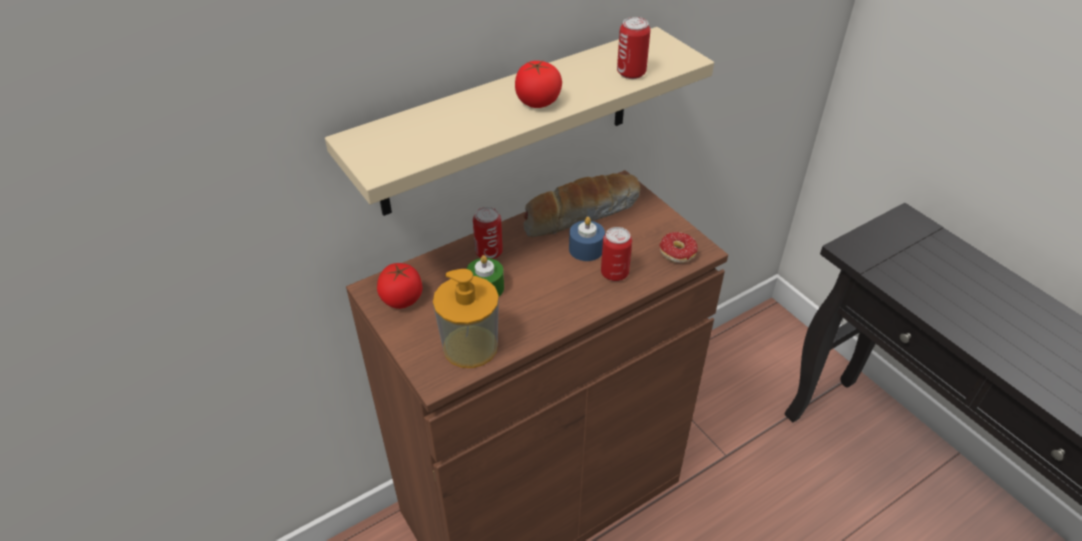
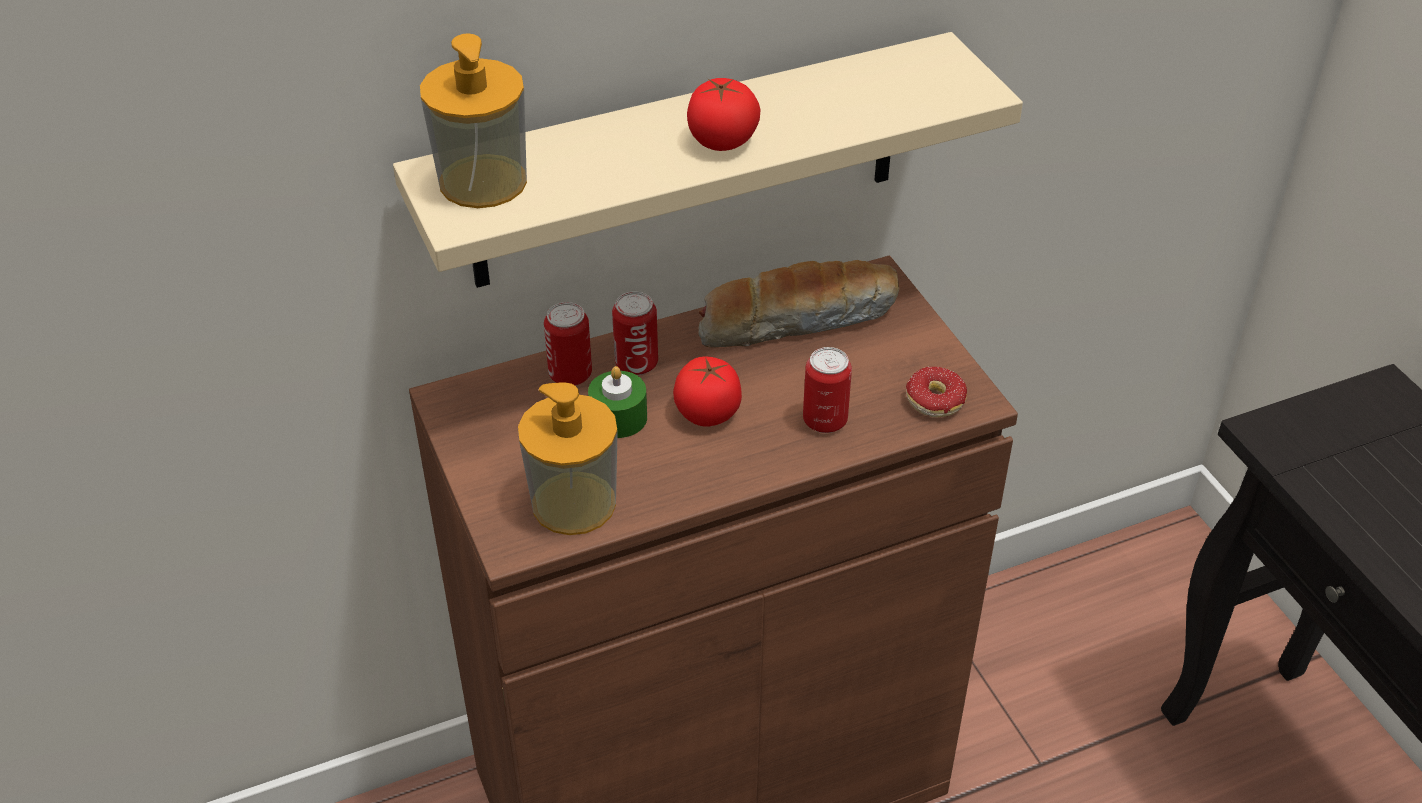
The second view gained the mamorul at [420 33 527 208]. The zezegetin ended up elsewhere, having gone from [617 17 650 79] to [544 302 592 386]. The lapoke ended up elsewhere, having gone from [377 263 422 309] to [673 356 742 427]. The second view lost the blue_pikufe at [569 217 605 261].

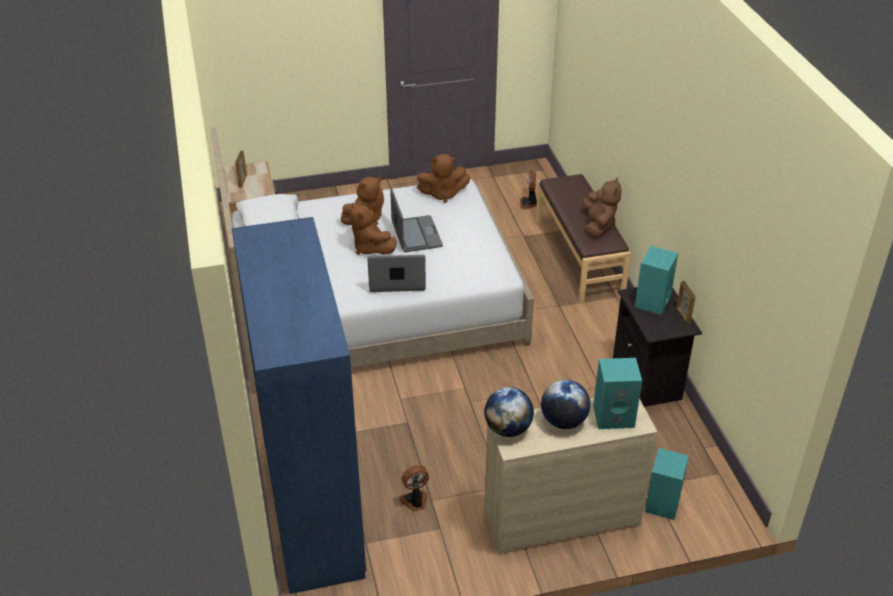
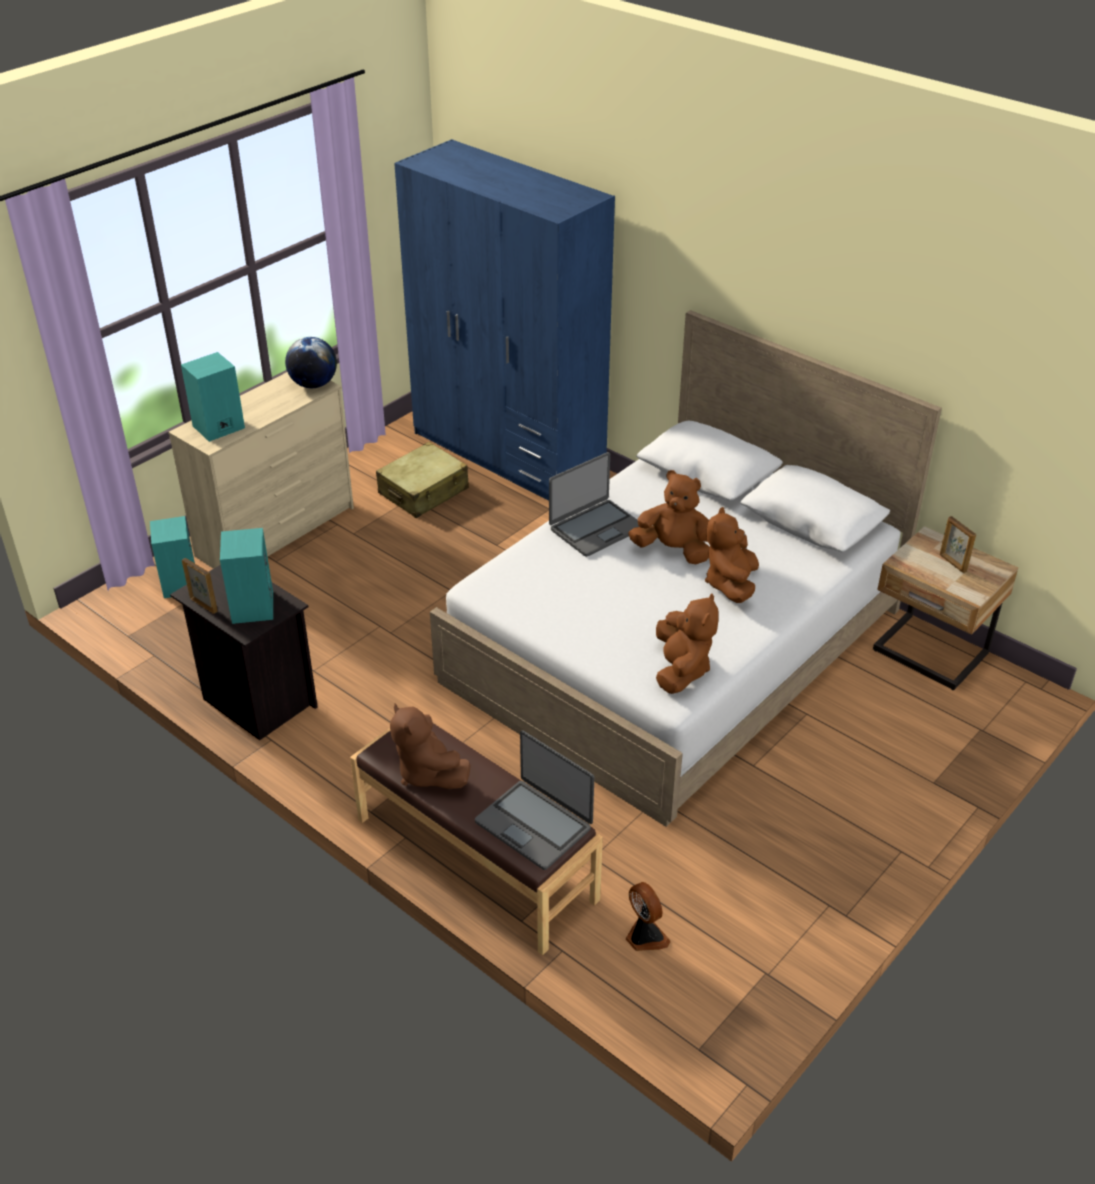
Where the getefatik stood at [399 465 429 511], the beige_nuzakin came to stand at [376 442 469 518]. The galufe ended up elsewhere, having gone from [390 188 443 252] to [475 730 594 870]. The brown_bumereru at [417 154 470 203] ended up facing another way, 135 degrees clockwise from before. The second view lost the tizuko at [541 380 590 429].

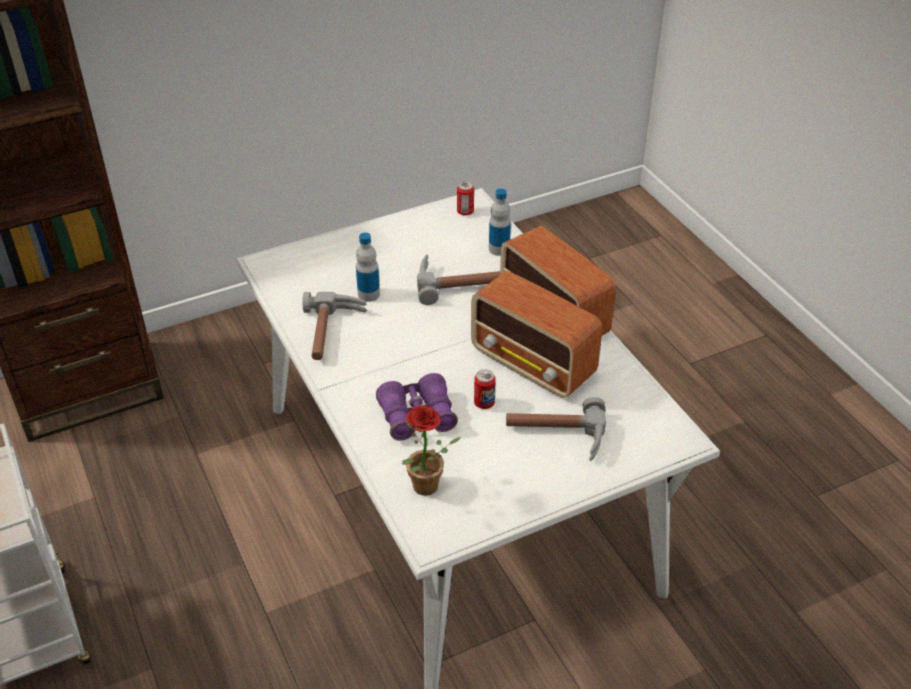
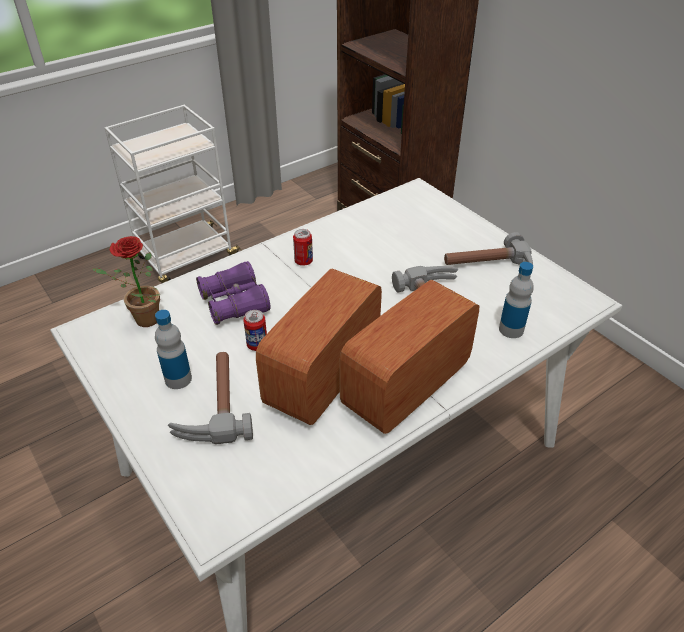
The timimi ended up elsewhere, having gone from [356 233 380 302] to [155 310 192 389]. The zezegetin ended up elsewhere, having gone from [457 181 474 216] to [293 229 313 266]. The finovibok ended up elsewhere, having gone from [302 292 367 360] to [444 232 533 276].

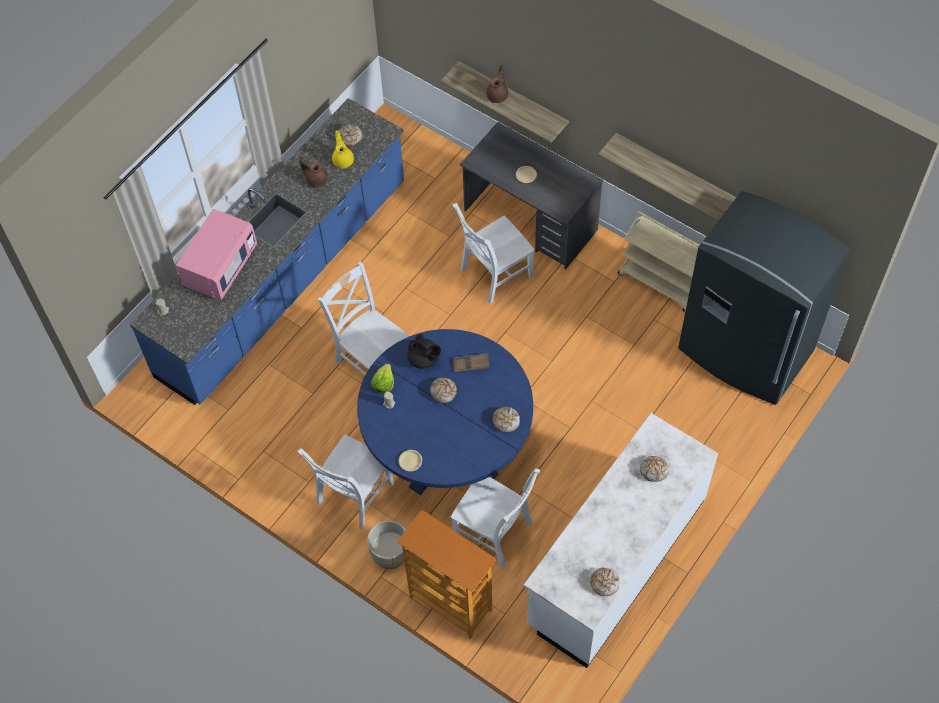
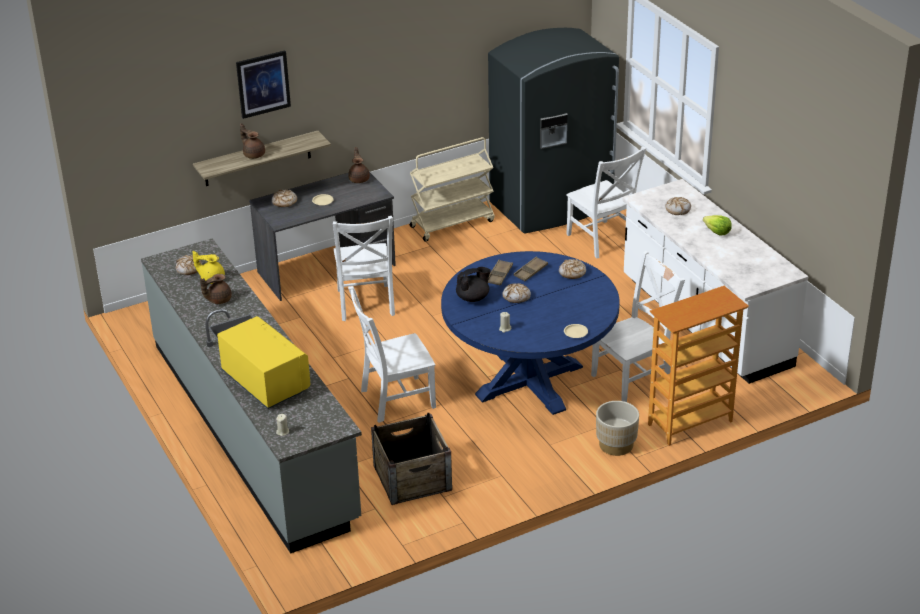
What was the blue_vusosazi at [130 98 404 405] turned into the grey_vusosazi at [141 238 362 554]. What was the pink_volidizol at [176 209 257 300] turned into the yellow_volidizol at [217 316 311 409]. The second view gained the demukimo at [236 50 291 119]. The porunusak ended up elsewhere, having gone from [590 568 619 596] to [272 190 297 207]. The second view gained the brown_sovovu at [348 147 370 183]. The second view gained the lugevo at [371 413 452 505]. The second view gained the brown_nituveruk at [513 257 548 281]. The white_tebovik ended up elsewhere, having gone from [297 434 394 529] to [566 147 647 258]. The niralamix ended up elsewhere, having gone from [371 363 394 393] to [703 215 732 236]. The second view lost the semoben at [598 133 737 221].

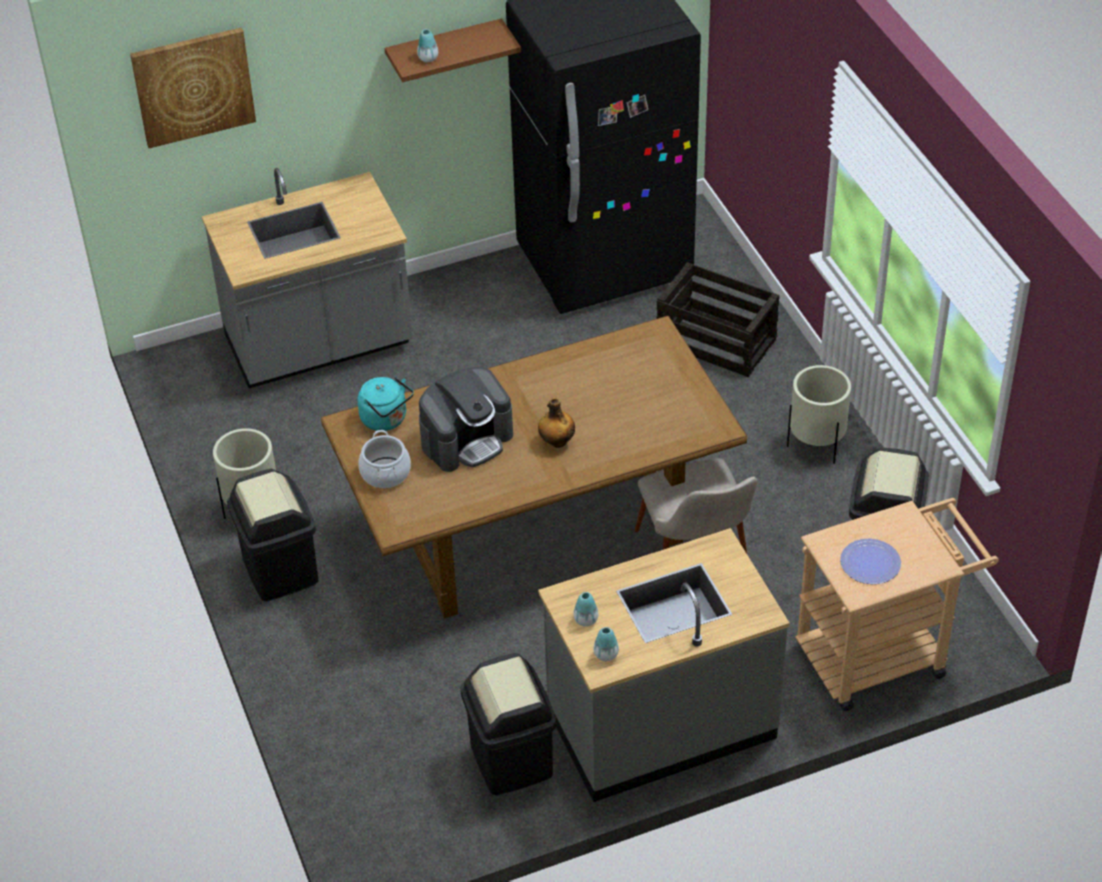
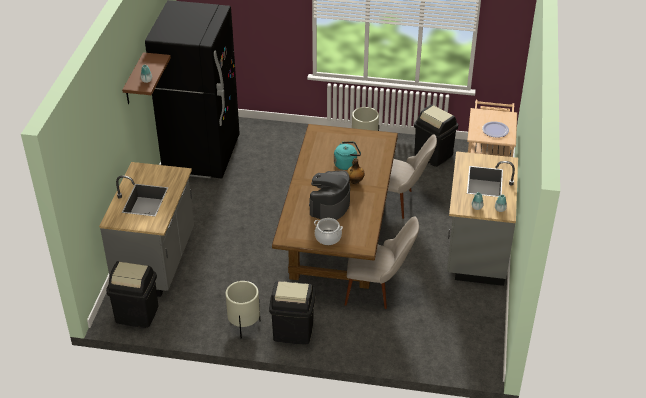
The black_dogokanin ended up elsewhere, having gone from [460 653 556 795] to [106 261 158 328]. The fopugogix at [419 367 513 472] ended up facing another way, 150 degrees counterclockwise from before. The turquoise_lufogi ended up elsewhere, having gone from [358 377 414 431] to [334 142 361 170]. The second view gained the beige_tebovik at [345 216 419 309]. The second view lost the demukimo at [130 28 256 148]. The second view lost the lugevo at [657 262 780 377].

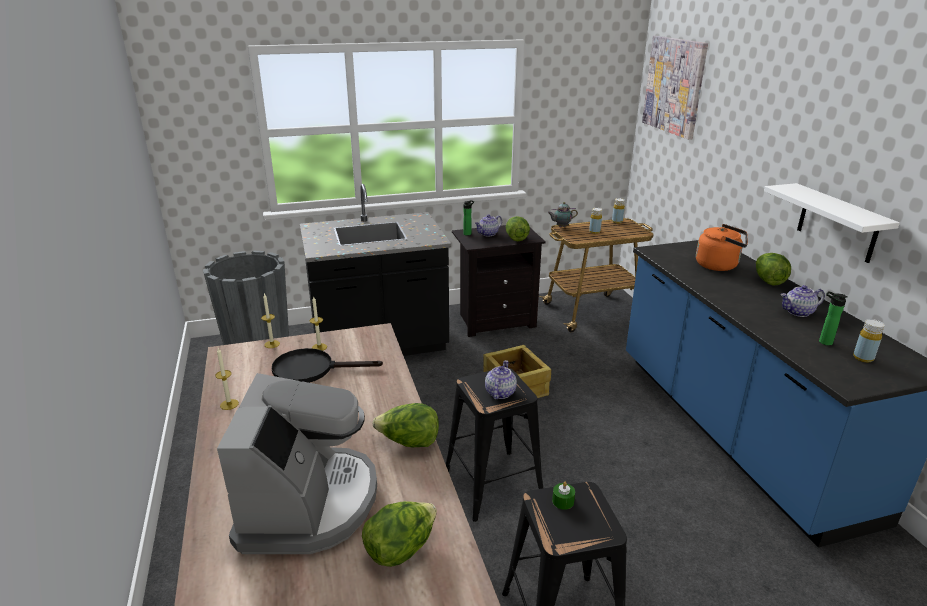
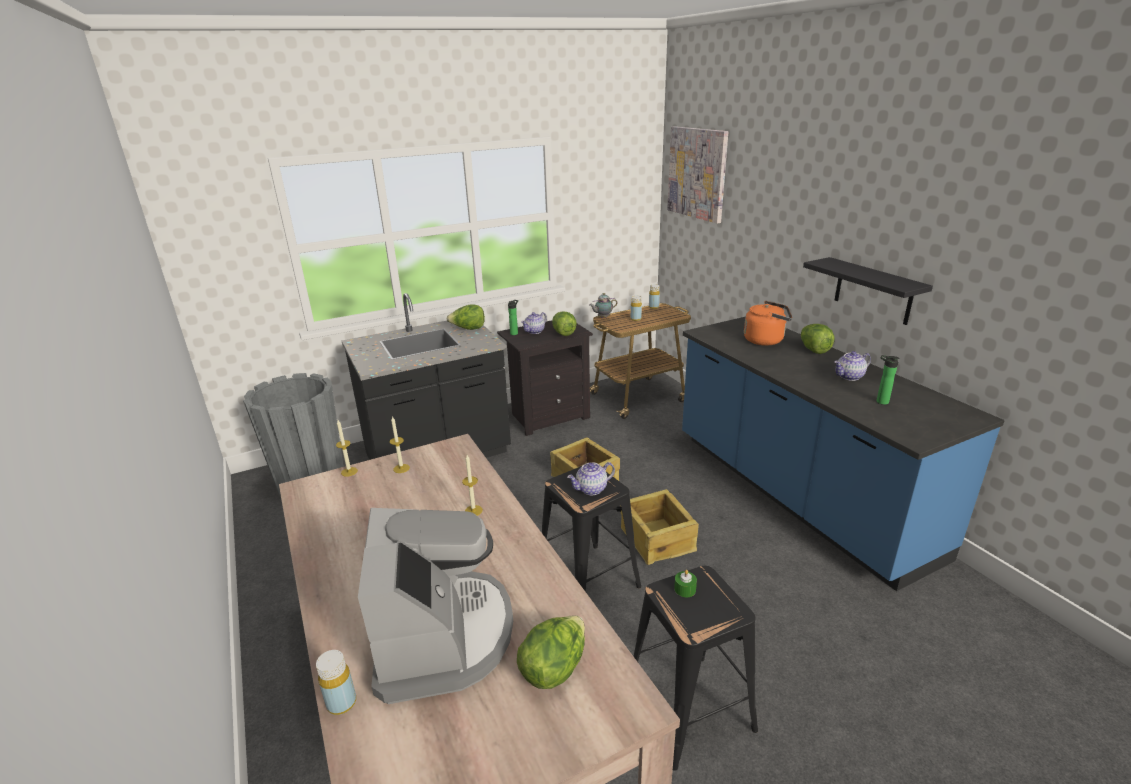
The yellow_timimi ended up elsewhere, having gone from [853 319 885 363] to [316 650 356 715]. The niralamix ended up elsewhere, having gone from [373 403 439 447] to [447 304 485 330]. The pikufe ended up elsewhere, having gone from [215 348 239 410] to [462 455 483 516]. The sovovu at [485 360 517 399] ended up facing another way, 120 degrees counterclockwise from before. The second view gained the lugevo at [620 489 699 565]. What was the white_semoben at [764 183 900 263] turned into the black_semoben at [803 257 933 325]. The second view lost the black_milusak at [272 348 383 383].

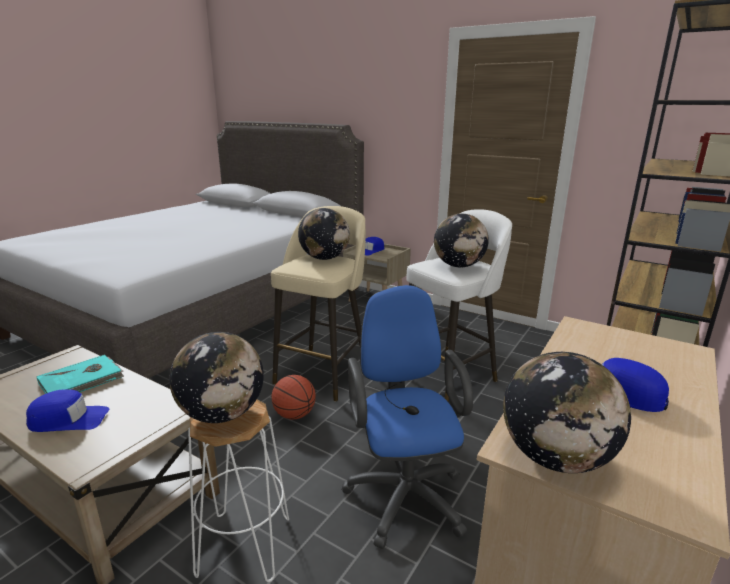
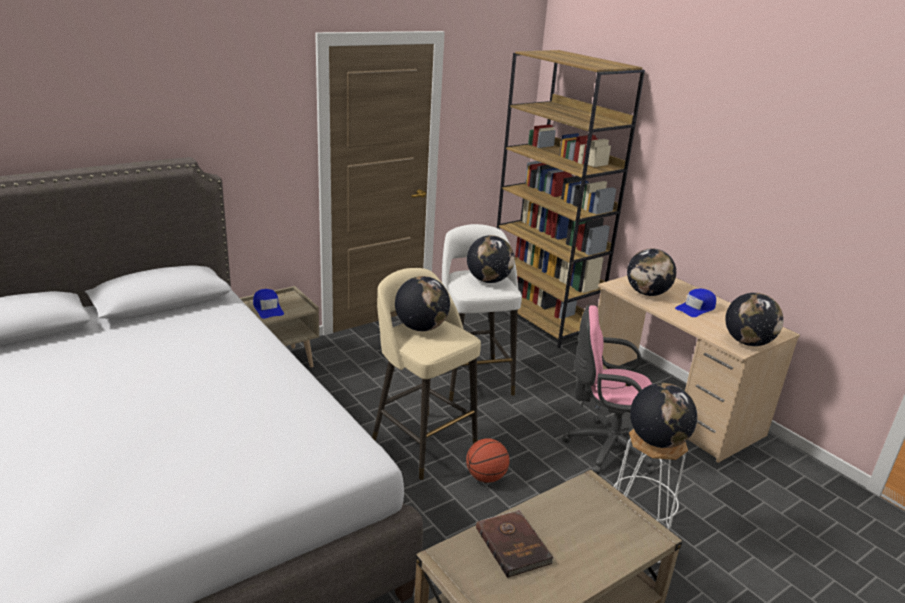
What was the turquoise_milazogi at [36 355 124 394] turned into the brown_milazogi at [476 509 553 578]. What was the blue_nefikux at [342 285 473 549] turned into the pink_nefikux at [563 305 656 475]. The second view gained the tizuko at [627 248 676 296]. The second view lost the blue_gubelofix at [26 389 109 432].

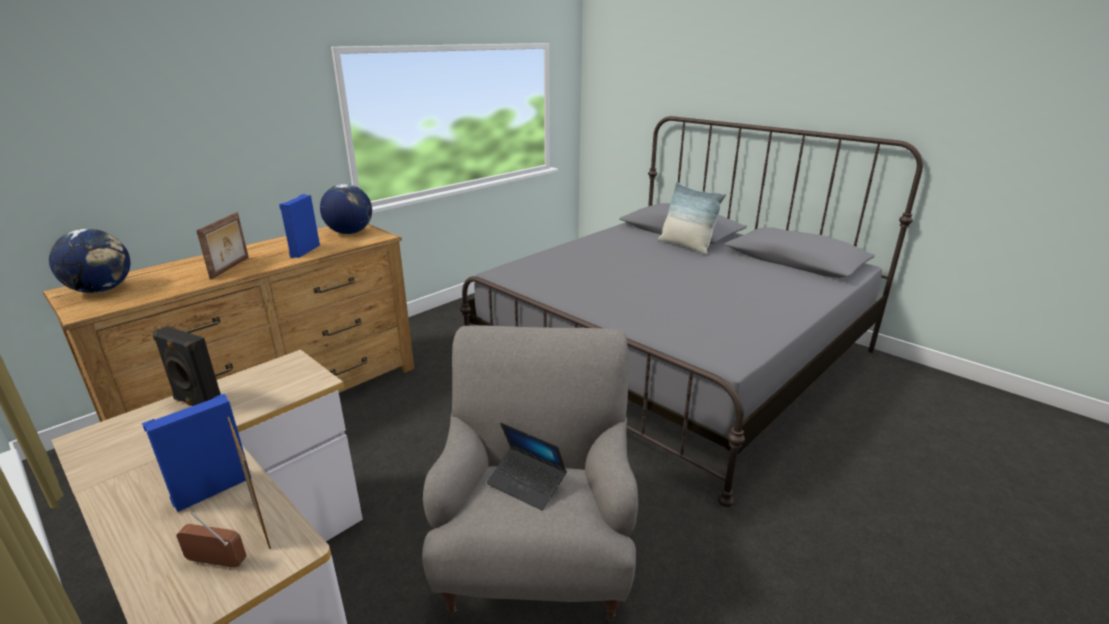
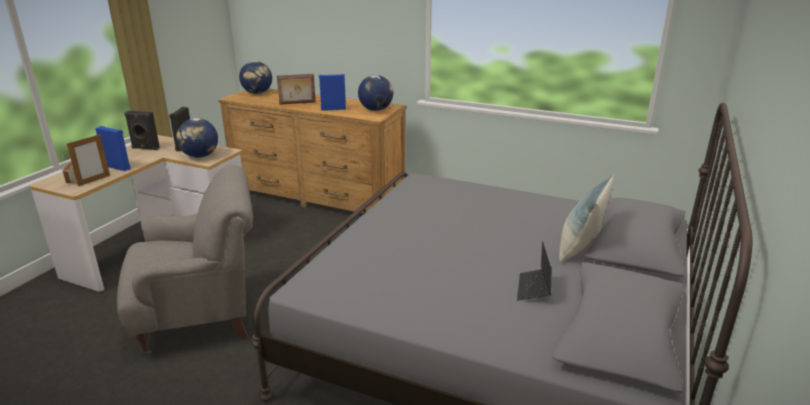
The second view gained the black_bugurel at [124 111 160 150]. The second view gained the tizuko at [176 118 218 158]. The galufe ended up elsewhere, having gone from [487 423 567 511] to [517 241 551 300].

